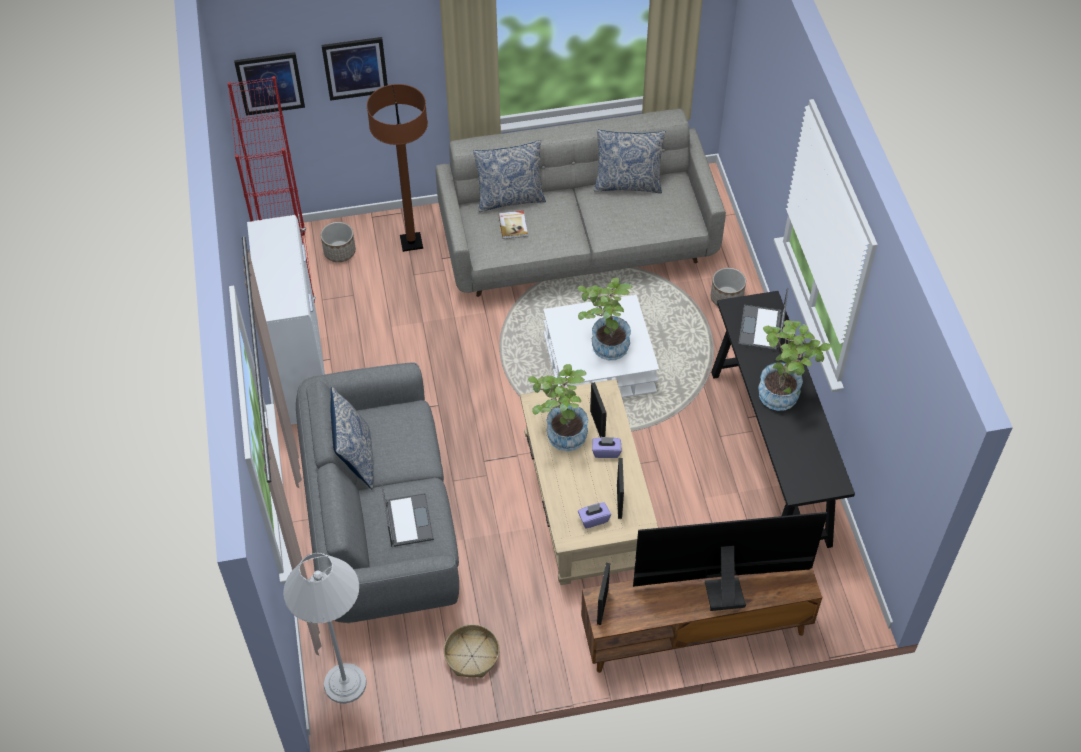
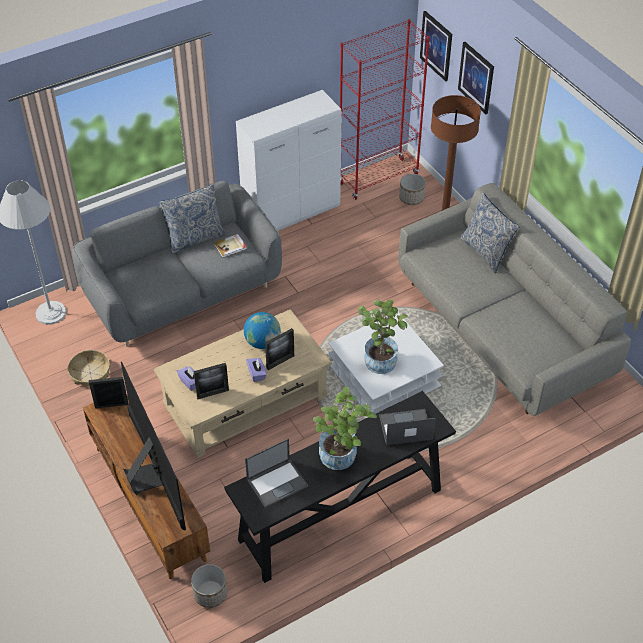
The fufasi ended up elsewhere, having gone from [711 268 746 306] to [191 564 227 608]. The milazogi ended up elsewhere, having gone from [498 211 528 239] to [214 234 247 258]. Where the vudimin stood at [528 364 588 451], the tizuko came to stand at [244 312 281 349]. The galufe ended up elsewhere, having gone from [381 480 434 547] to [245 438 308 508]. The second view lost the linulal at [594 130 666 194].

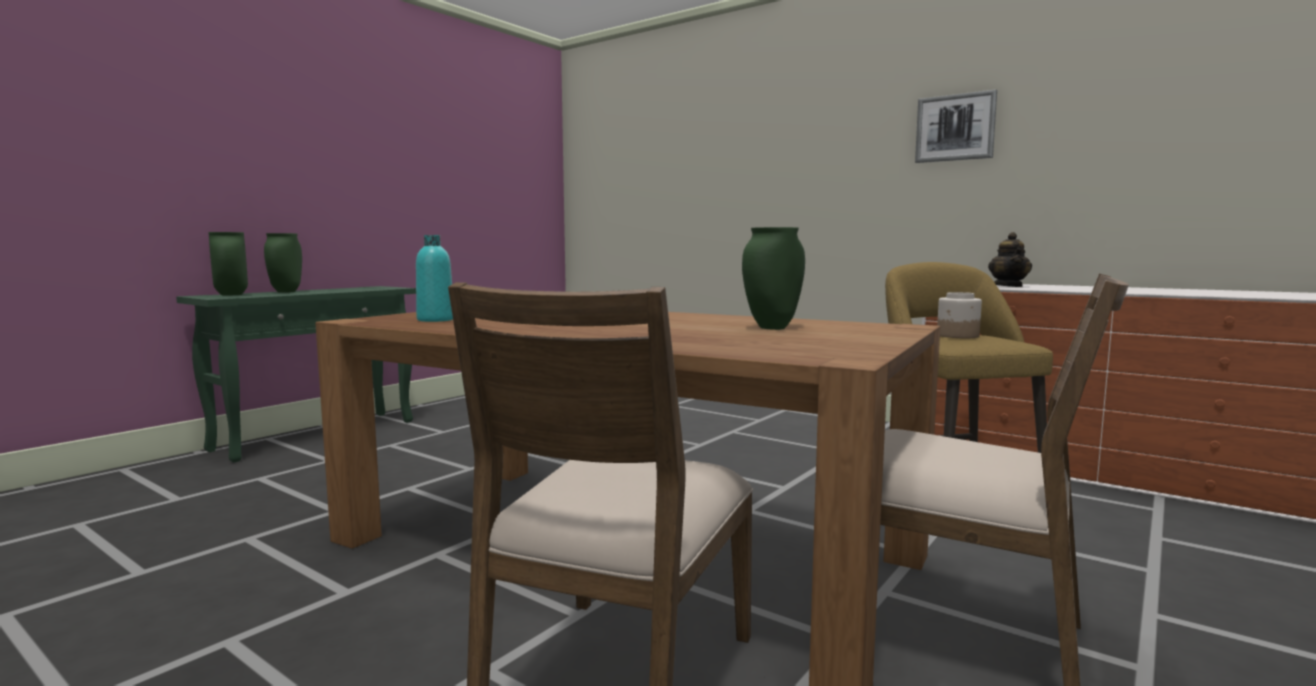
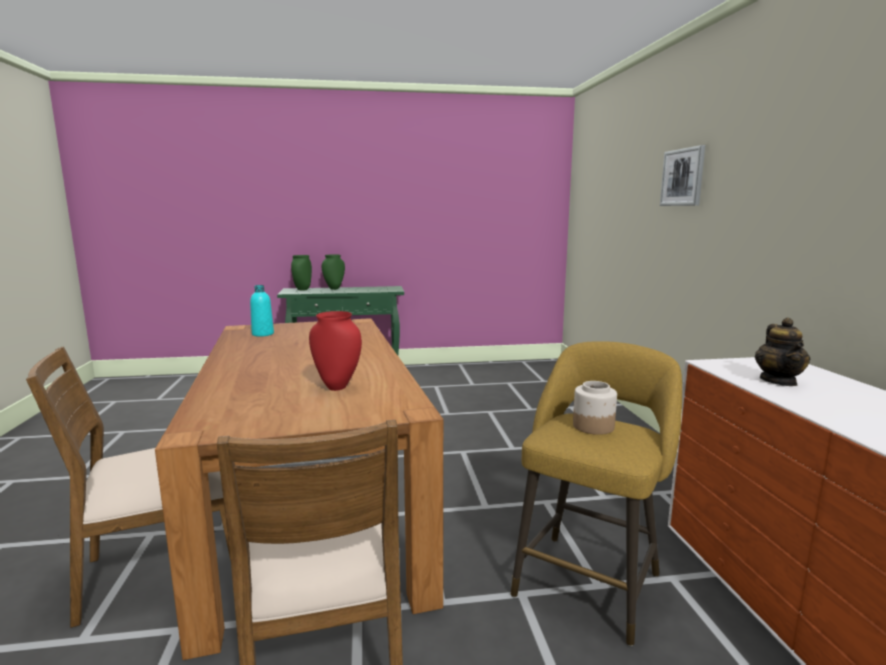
What was the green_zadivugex at [742 227 805 330] turned into the red_zadivugex at [309 311 362 391]. The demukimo ended up elsewhere, having gone from [915 89 997 163] to [660 145 705 206]. The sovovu at [988 232 1032 287] ended up facing another way, 45 degrees counterclockwise from before.

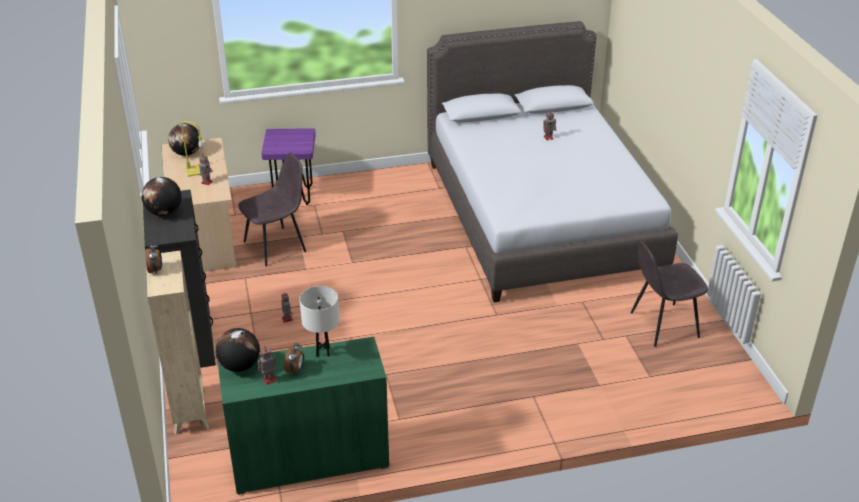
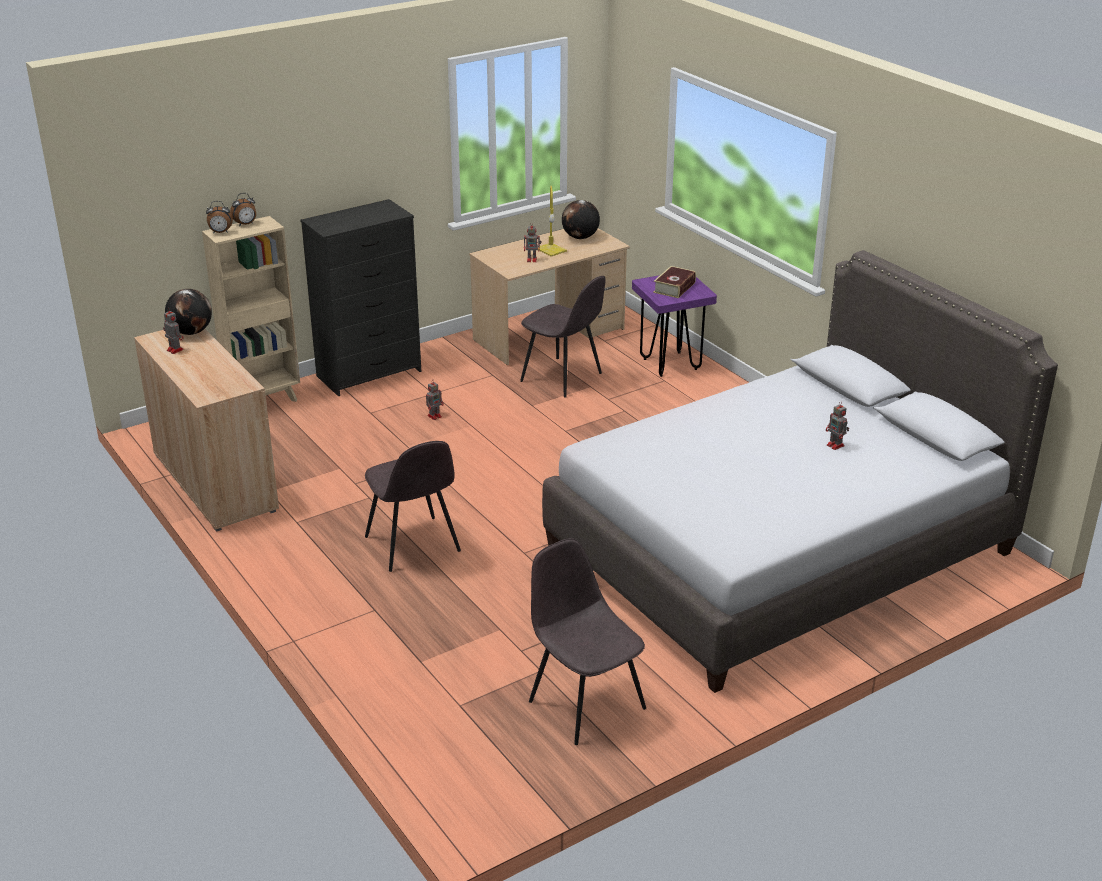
What was the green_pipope at [218 337 389 495] turned into the beige_pipope at [134 329 279 532]. The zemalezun ended up elsewhere, having gone from [284 343 304 375] to [206 201 233 233]. The second view gained the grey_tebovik at [365 441 461 572]. The second view gained the milazogi at [653 266 696 298]. The second view lost the tizuko at [141 177 182 216]. The second view lost the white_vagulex at [300 286 339 357].

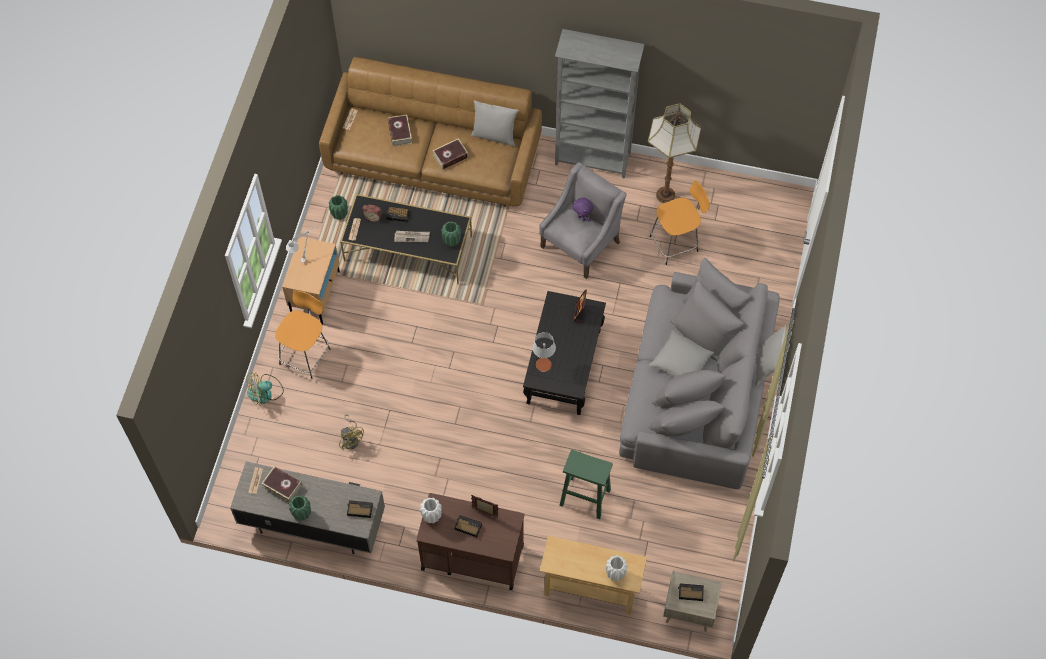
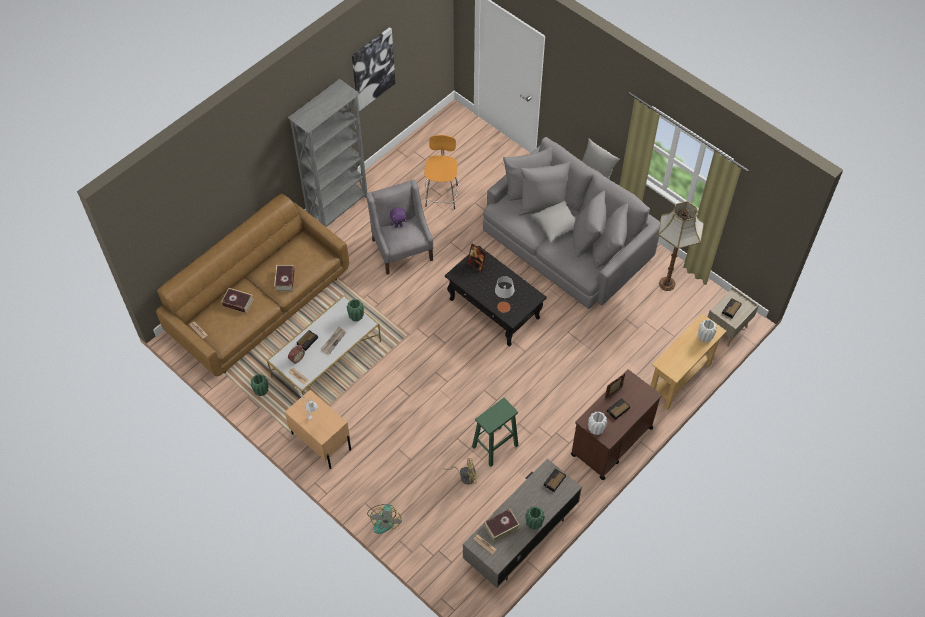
What was the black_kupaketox at [340 194 472 284] turned into the white_kupaketox at [267 295 381 396]. The second view gained the demukimo at [352 27 395 111]. The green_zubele ended up elsewhere, having gone from [559 450 613 519] to [472 398 518 467]. The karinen ended up elsewhere, having gone from [648 103 701 203] to [658 201 704 291]. The second view lost the orange_zubele at [275 290 330 379]. The second view lost the grey_linulal at [471 100 519 146].

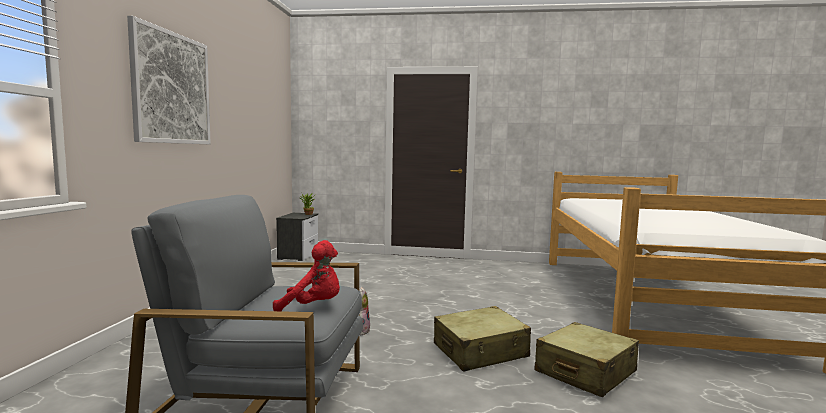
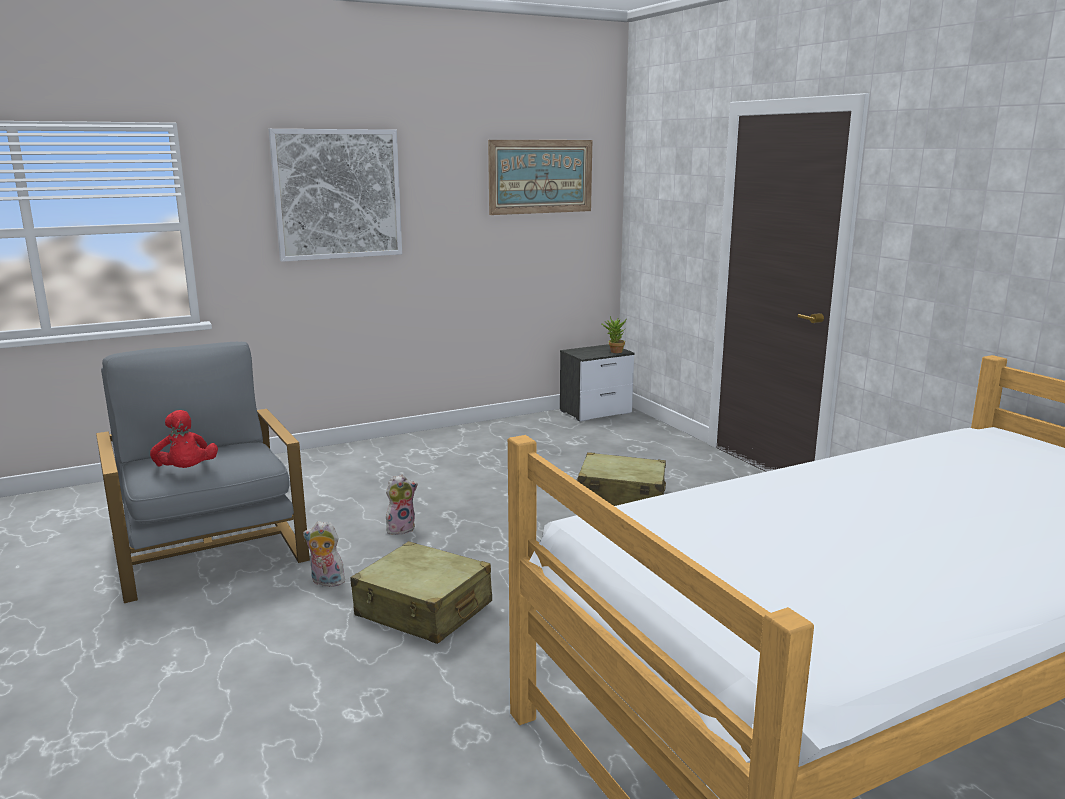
The second view gained the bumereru at [303 521 345 587]. The second view gained the demukimo at [488 140 592 215]. The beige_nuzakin ended up elsewhere, having gone from [535 322 639 397] to [576 452 666 506].

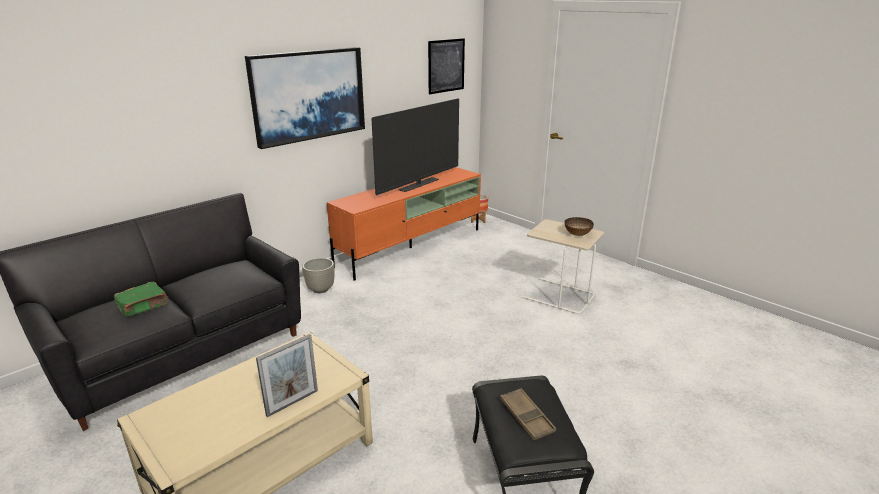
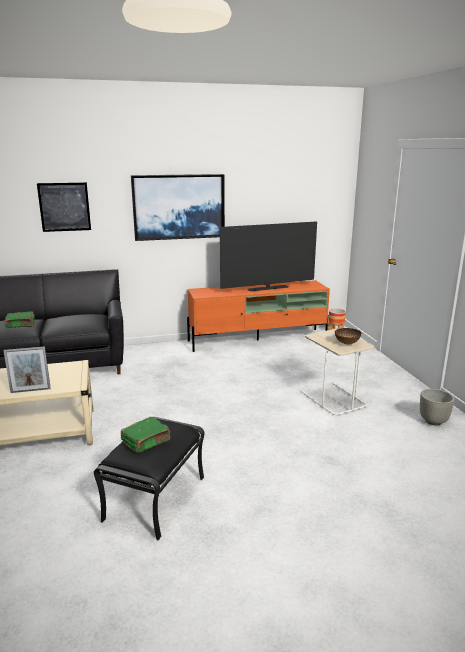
The demukimo ended up elsewhere, having gone from [428 38 465 94] to [37 182 91 232]. Where the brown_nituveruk stood at [500 388 556 441], the green_milazogi came to stand at [120 417 171 453]. The grey_fufasi ended up elsewhere, having gone from [302 258 334 293] to [420 389 455 425].

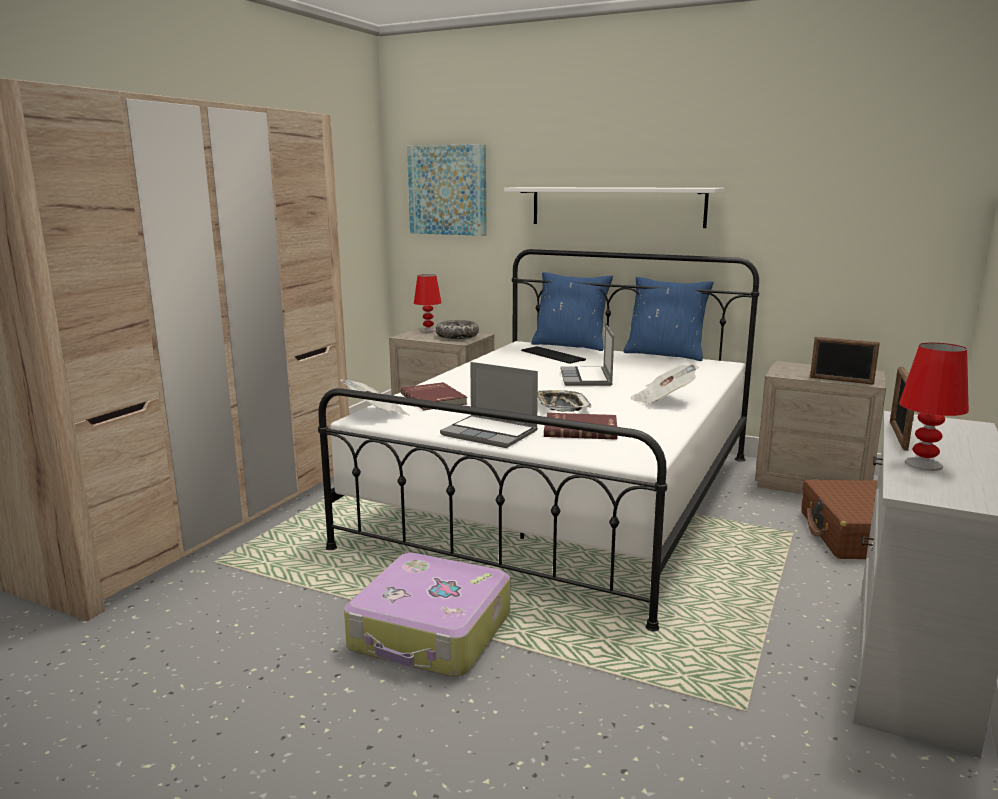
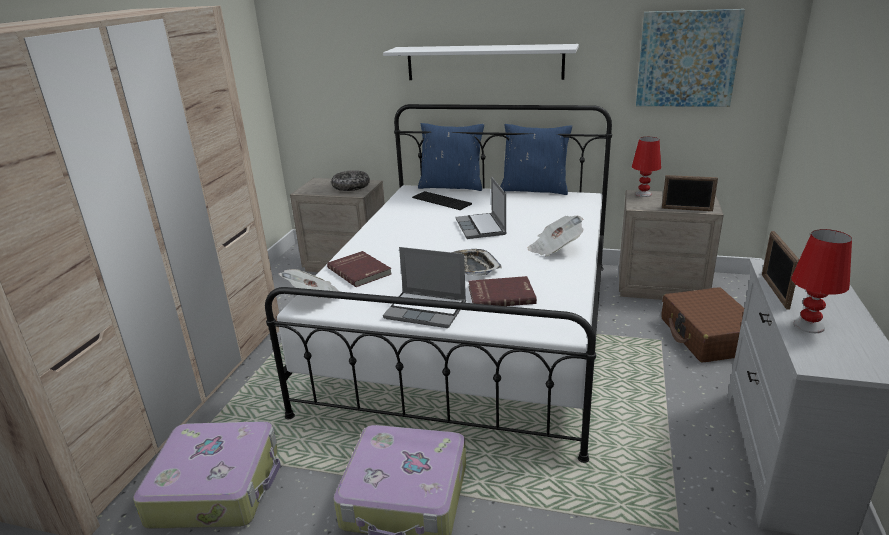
The second view gained the nuzakin at [133 421 281 529]. The red_vagulex ended up elsewhere, having gone from [414 274 442 332] to [632 137 661 197]. The demukimo ended up elsewhere, having gone from [407 144 486 236] to [636 9 745 107].

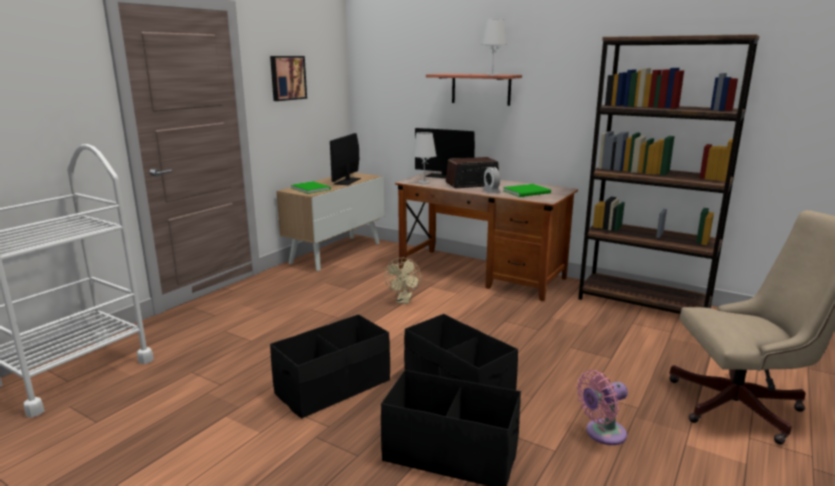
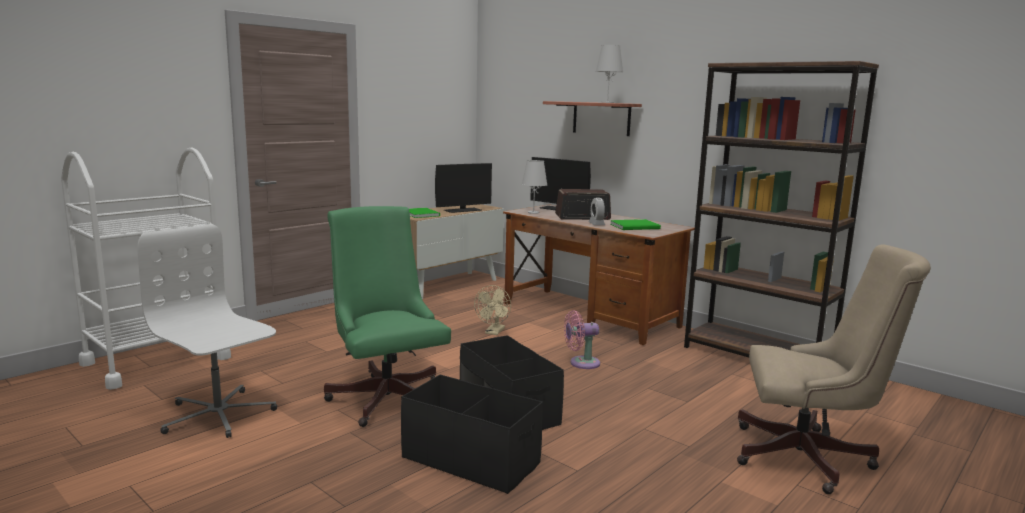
The second view gained the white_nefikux at [137 224 277 438]. Where the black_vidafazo stood at [270 314 390 419], the green_nefikux came to stand at [324 206 451 427]. The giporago at [330 133 361 185] ended up facing another way, 150 degrees counterclockwise from before. The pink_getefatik ended up elsewhere, having gone from [577 370 628 445] to [564 310 600 369]. The second view lost the demukimo at [270 56 307 101].

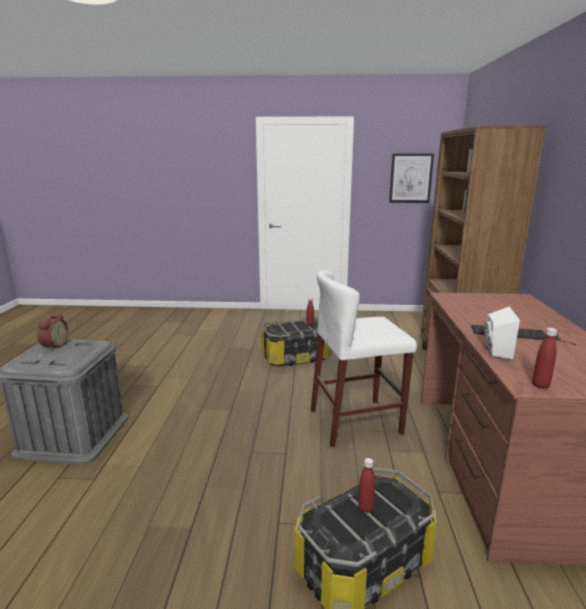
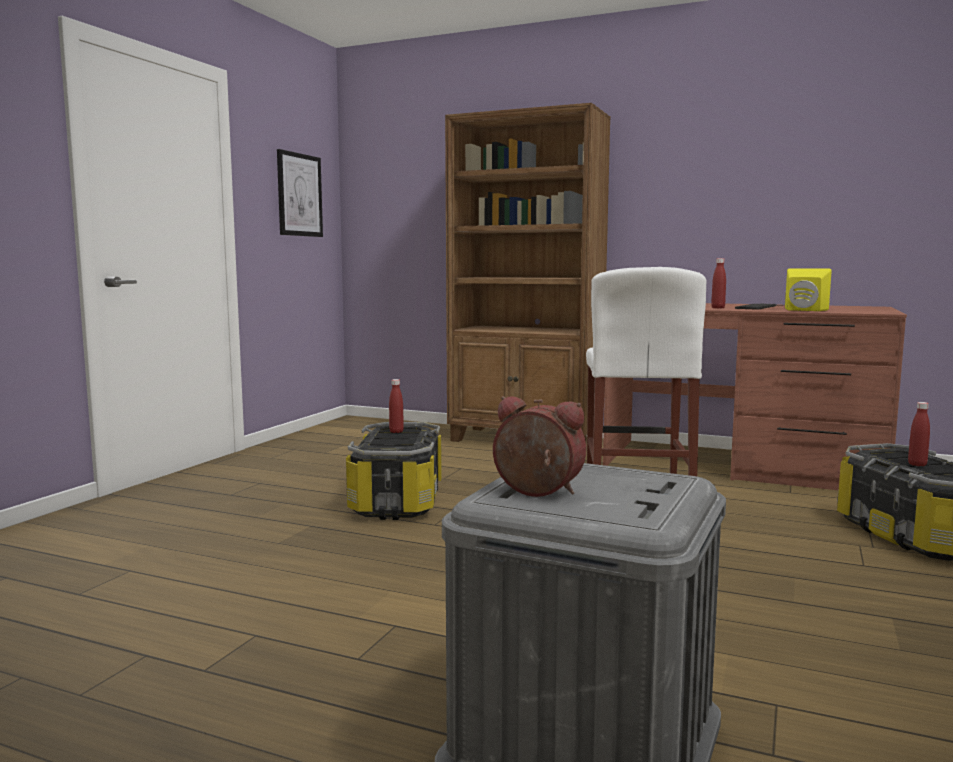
The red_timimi ended up elsewhere, having gone from [532 328 558 389] to [711 258 726 308]. What was the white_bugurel at [484 306 520 360] turned into the yellow_bugurel at [785 268 832 311].

